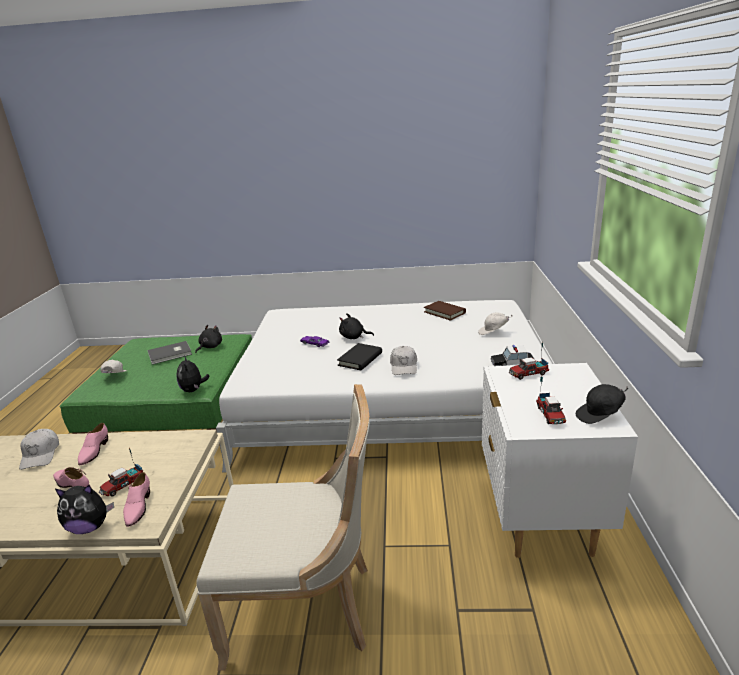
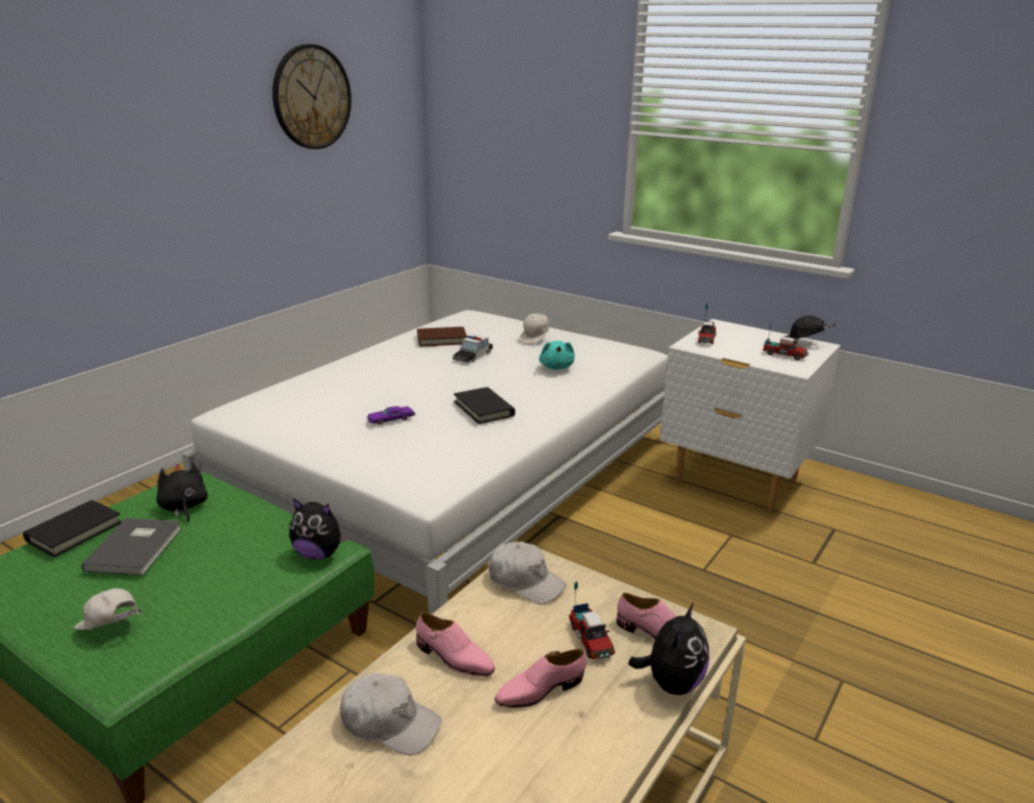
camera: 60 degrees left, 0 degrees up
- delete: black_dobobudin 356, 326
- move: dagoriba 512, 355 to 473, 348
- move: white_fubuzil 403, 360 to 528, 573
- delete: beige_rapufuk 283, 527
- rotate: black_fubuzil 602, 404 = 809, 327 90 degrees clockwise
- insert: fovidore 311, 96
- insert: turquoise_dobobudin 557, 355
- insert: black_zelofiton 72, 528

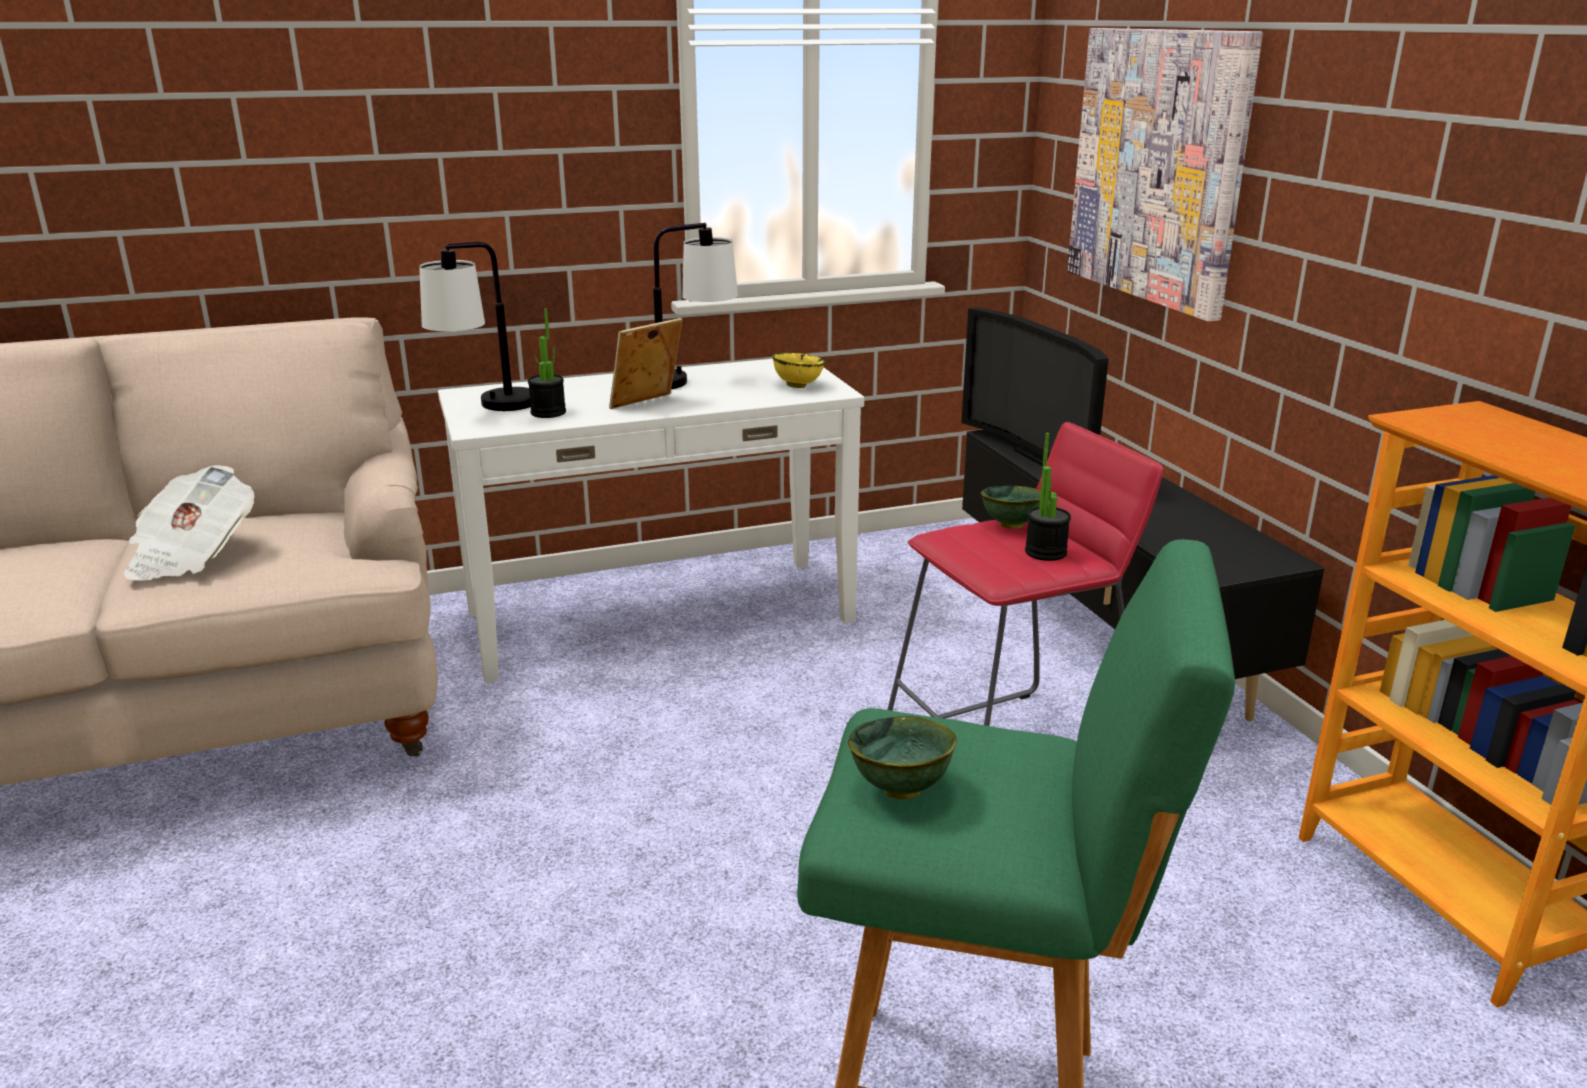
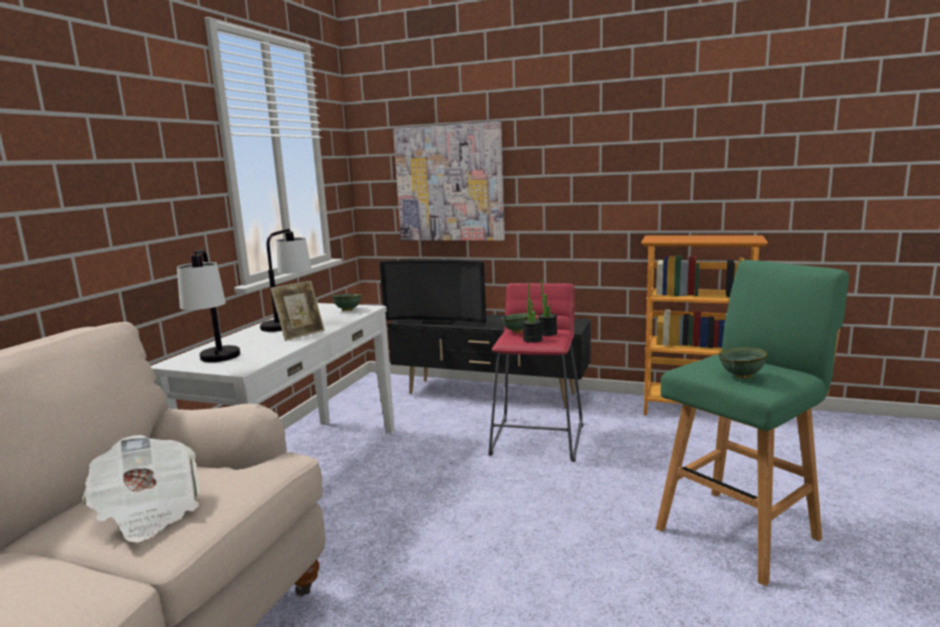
camera: 50 degrees left, 10 degrees down
- move: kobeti 547, 363 to 532, 313
- rotate: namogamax 645, 363 = 297, 311 135 degrees counterclockwise
- recolor: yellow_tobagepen 799, 370 to green_tobagepen 347, 302

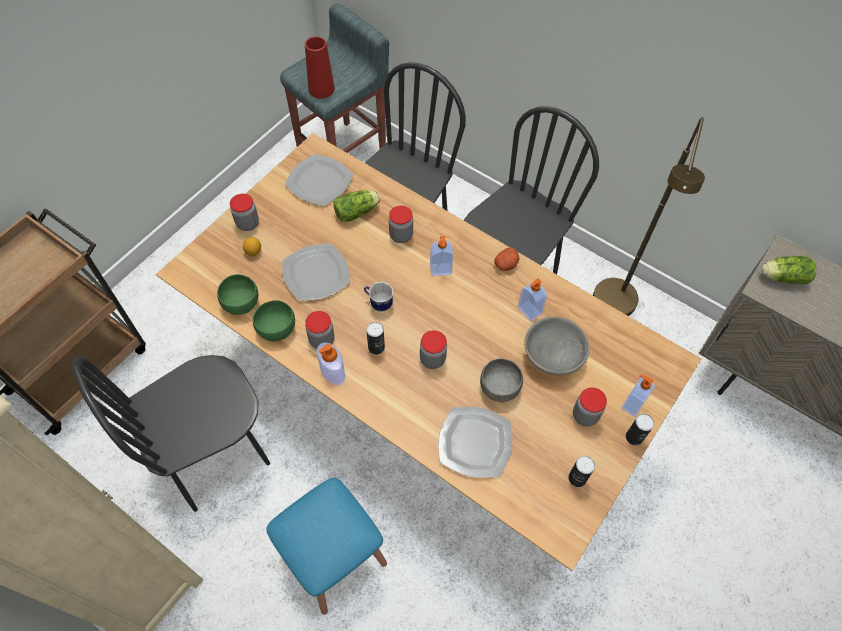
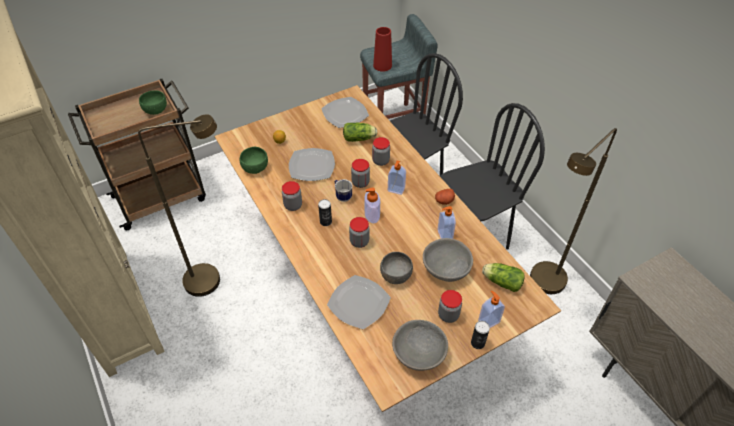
camera: 25 degrees right, 10 degrees down
- move: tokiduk 244, 212 to 360, 173
- move: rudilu 788, 270 to 503, 277
- move: green_tobagepen 274, 320 to 153, 102
- move: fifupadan 331, 363 to 372, 205
- replace: black_rapufuk 171, 433 to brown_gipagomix 179, 205
- replace: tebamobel 581, 471 to grey_tobagepen 420, 345
- delete: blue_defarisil 326, 546

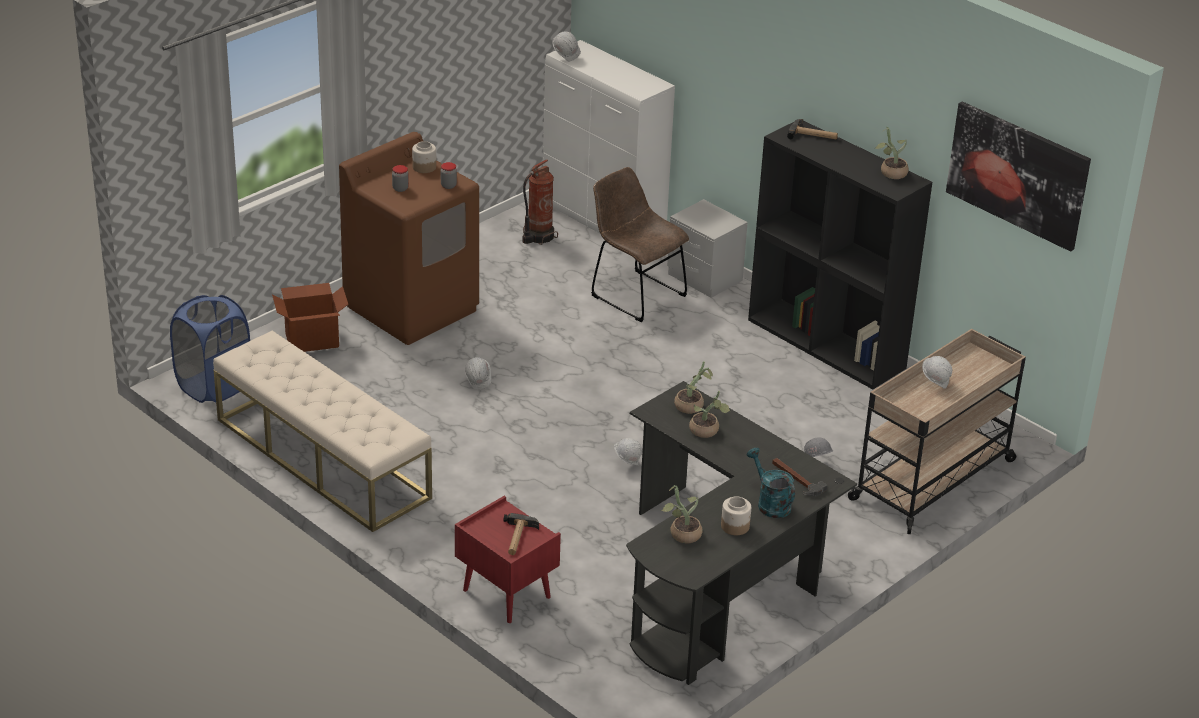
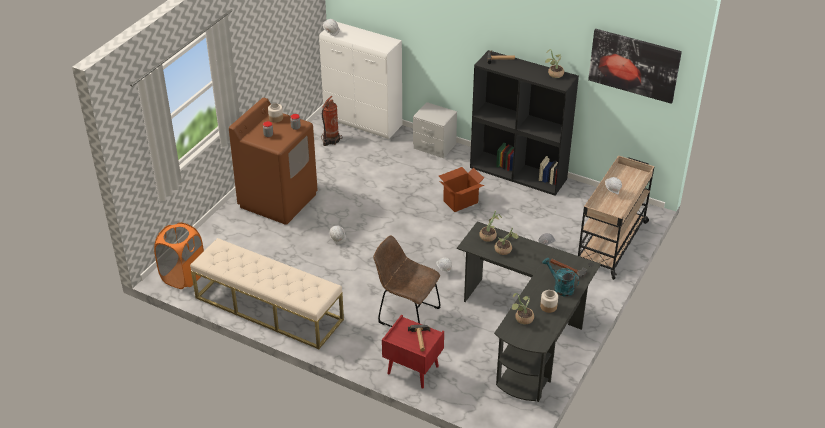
camera: 15 degrees left, 5 degrees up
- move: brown_rapufuk 640, 244 to 407, 281
- move: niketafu 310, 317 to 462, 189
- recolor: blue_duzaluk 210, 349 to orange_duzaluk 179, 255

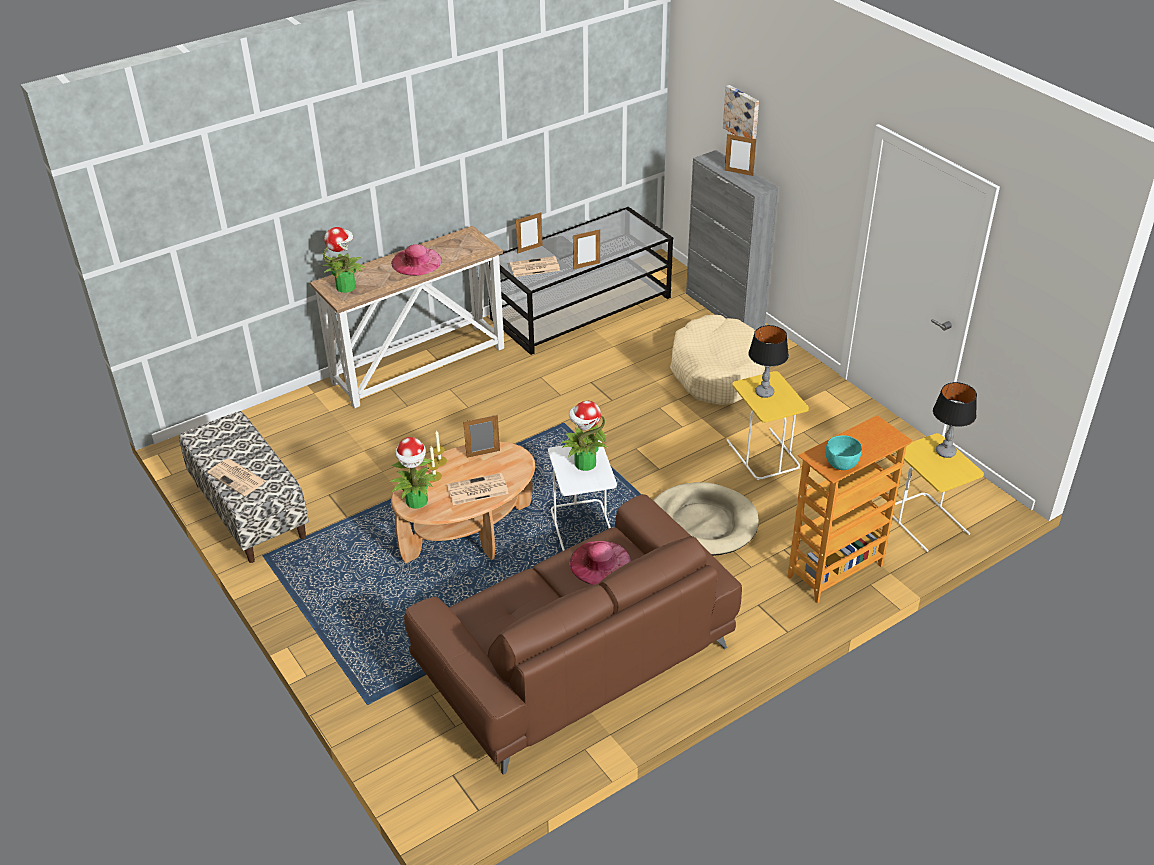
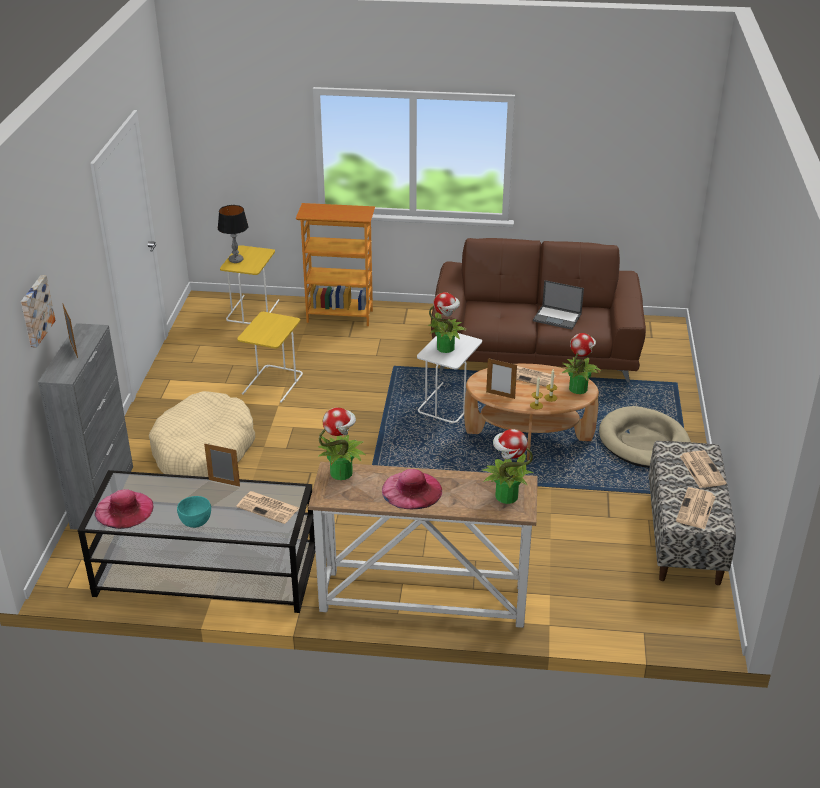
camera: 140 degrees left, 5 degrees down
- delete: namogamax 529, 233
- delete: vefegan 768, 361
- move: turquoise_tobagepen 843, 452 to 194, 512
- move: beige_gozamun 706, 519 to 645, 437
- move: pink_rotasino 600, 563 to 124, 509
- insert: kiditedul 558, 305
- insert: kobeti 341, 443
- insert: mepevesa 696, 508

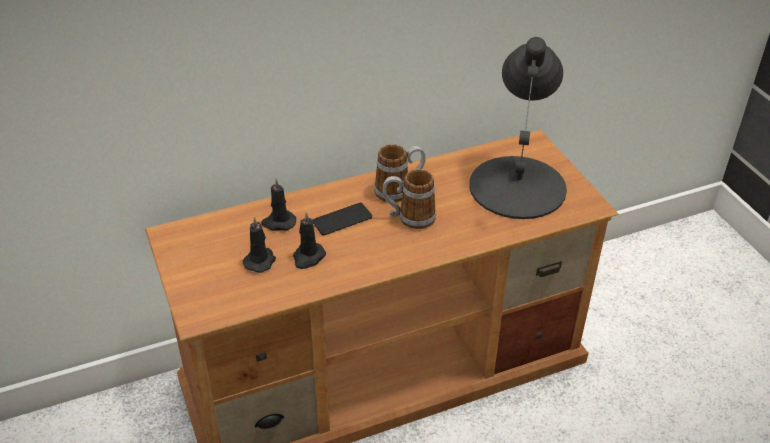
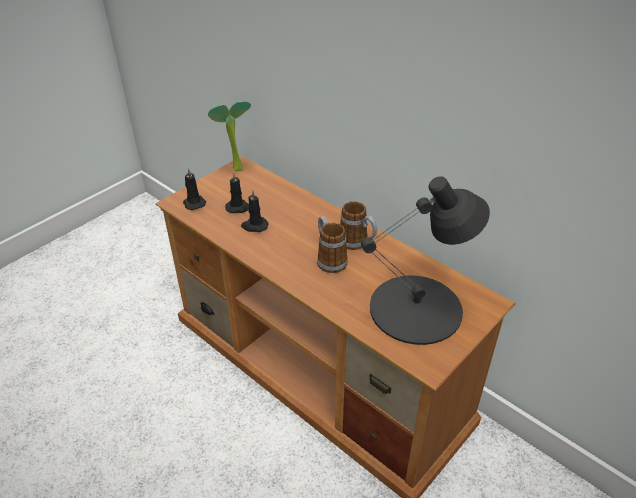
camera: 65 degrees right, 0 degrees up
- move: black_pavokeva 278, 204 to 194, 189
- delete: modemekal 342, 219
- insert: kobeti 229, 136

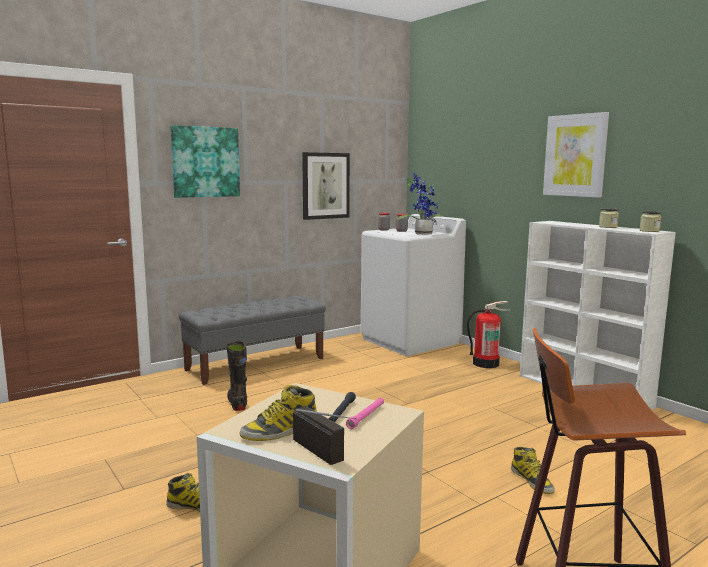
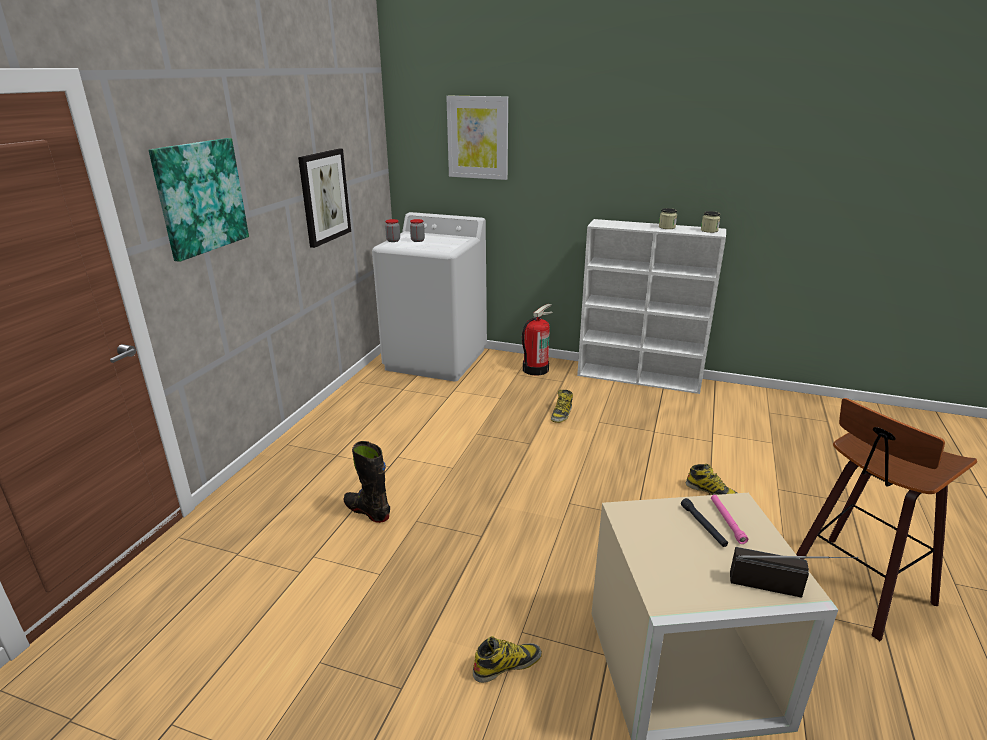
camera: 35 degrees left, 15 degrees up
- move: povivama 576, 155 to 477, 138
- delete: kobeti 423, 204
- delete: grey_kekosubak 252, 340
- move: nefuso 278, 413 to 562, 406

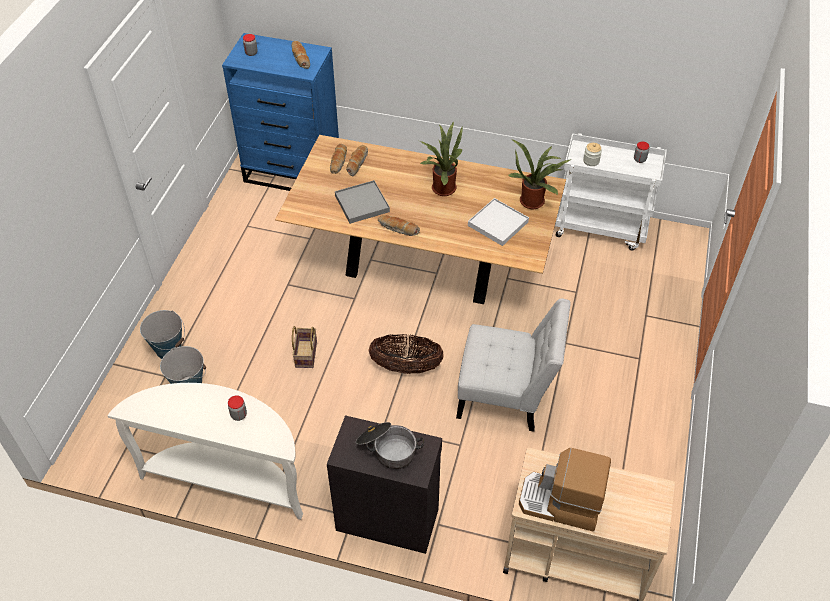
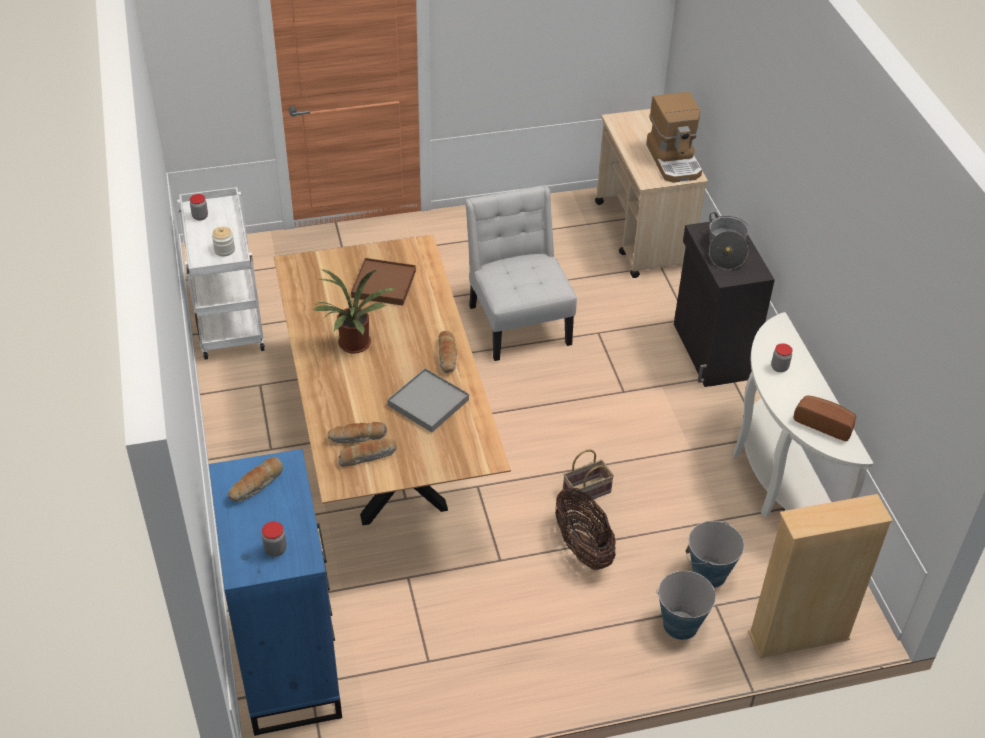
camera: 120 degrees left, 5 degrees down
- delete: kobeti 539, 174
- recolor: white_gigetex 498, 222 to brown_gigetex 383, 282
- move: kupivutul 406, 354 to 585, 529
- insert: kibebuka 825, 418
- insert: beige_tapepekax 820, 576

